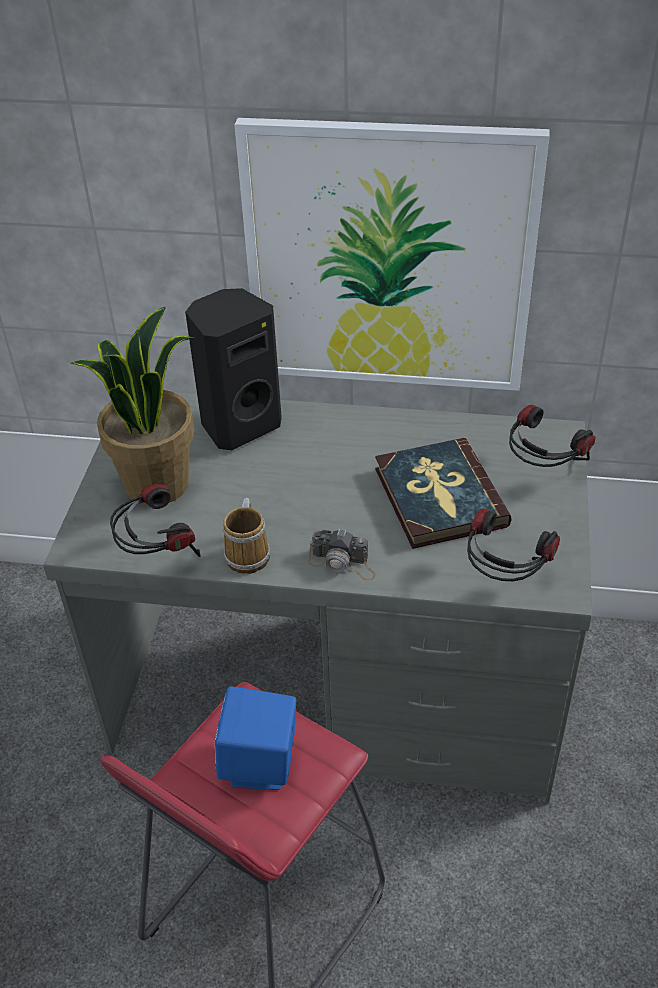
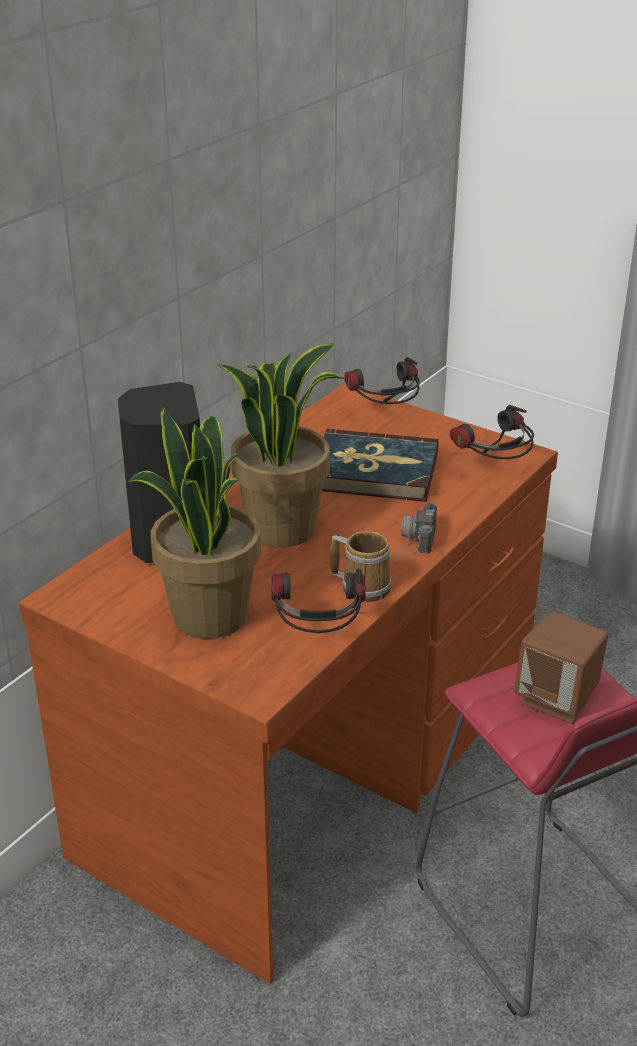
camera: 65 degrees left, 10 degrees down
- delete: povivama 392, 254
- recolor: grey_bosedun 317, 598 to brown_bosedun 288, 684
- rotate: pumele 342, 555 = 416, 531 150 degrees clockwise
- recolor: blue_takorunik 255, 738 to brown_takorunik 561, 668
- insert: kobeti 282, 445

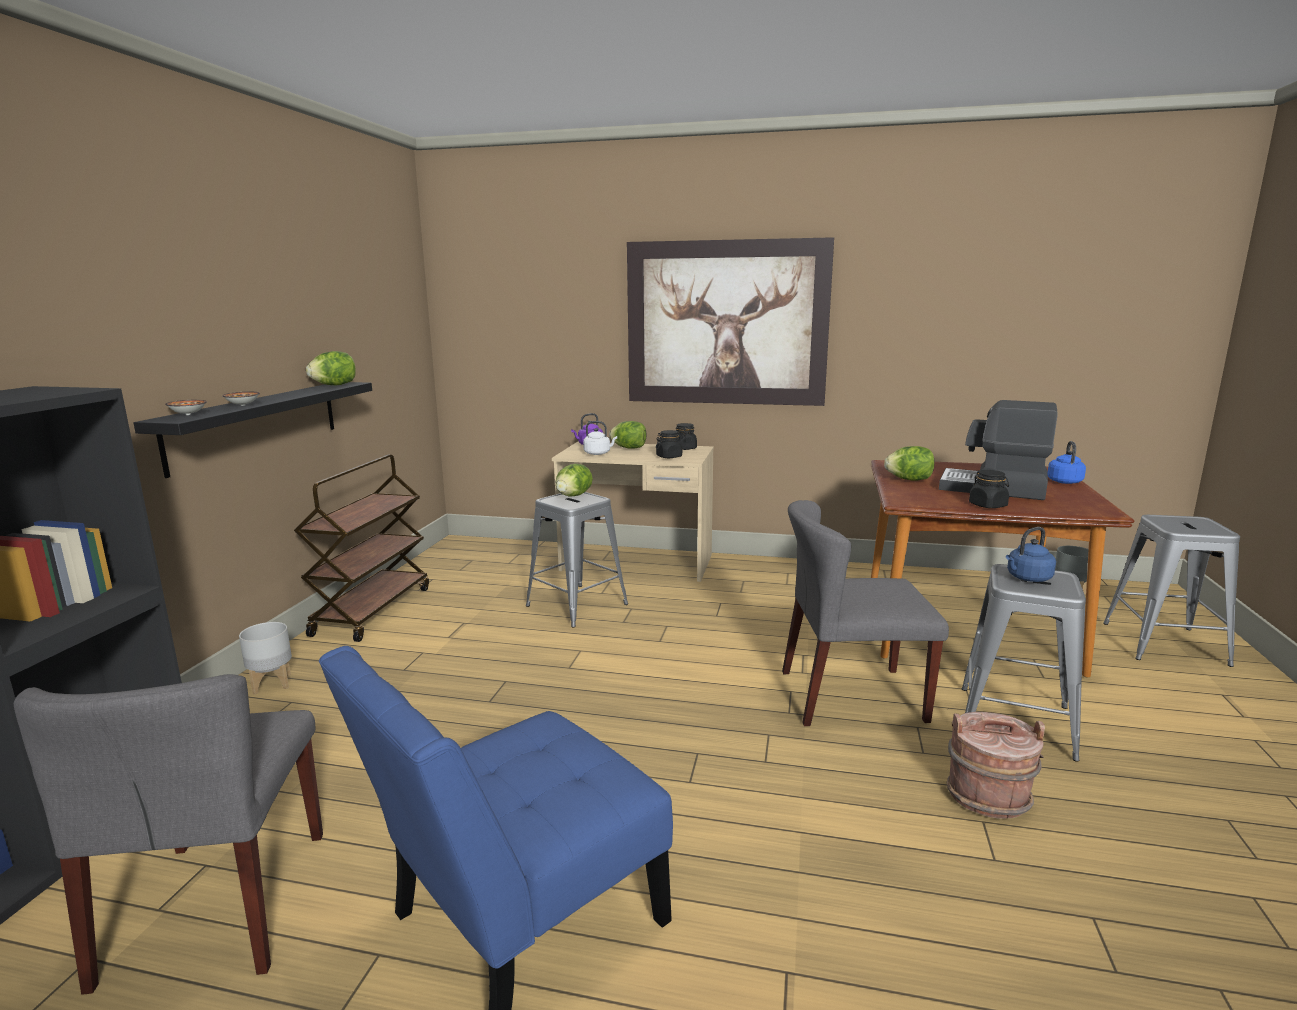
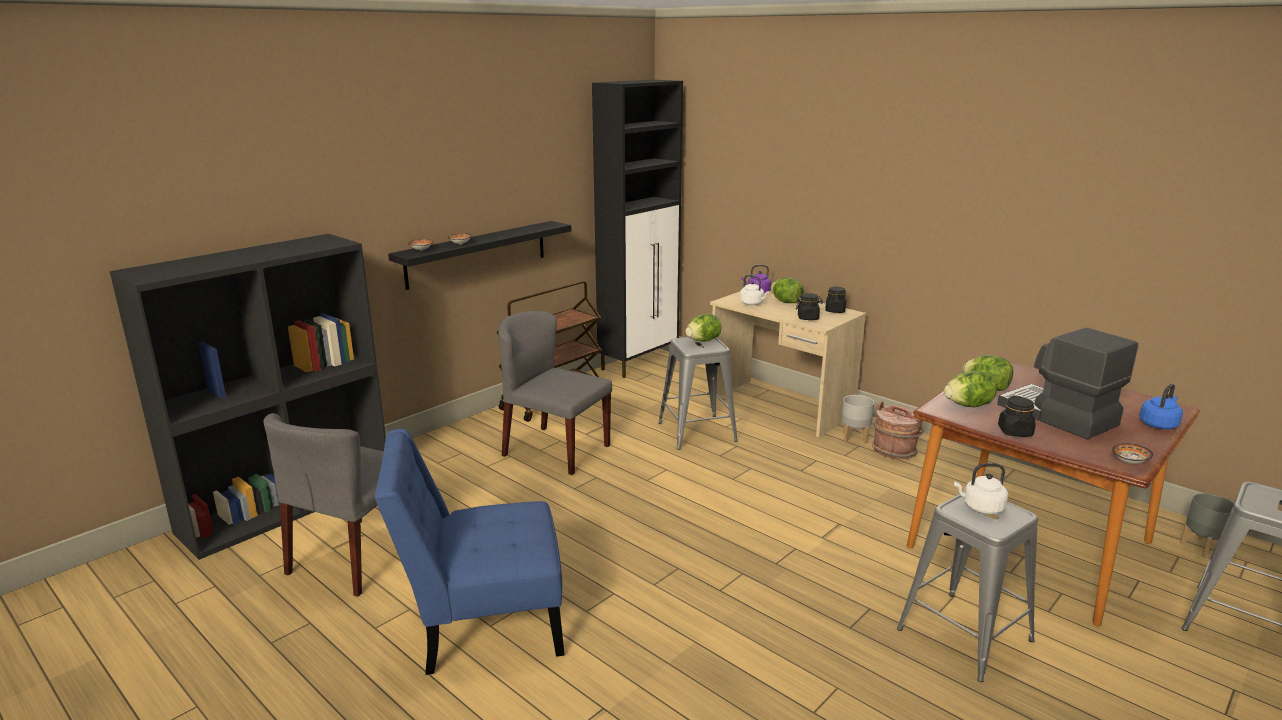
camera: 30 degrees right, 5 degrees up
- delete: povivama 730, 321
- move: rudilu 331, 368 to 970, 389
- move: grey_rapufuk 865, 613 to 555, 393
- recolor: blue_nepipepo 1031, 554 to white_nepipepo 981, 488
- move: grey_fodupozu 265, 658 to 857, 419
- move: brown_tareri 996, 765 to 898, 430
- insert: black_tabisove 637, 229
- insert: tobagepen 1132, 453

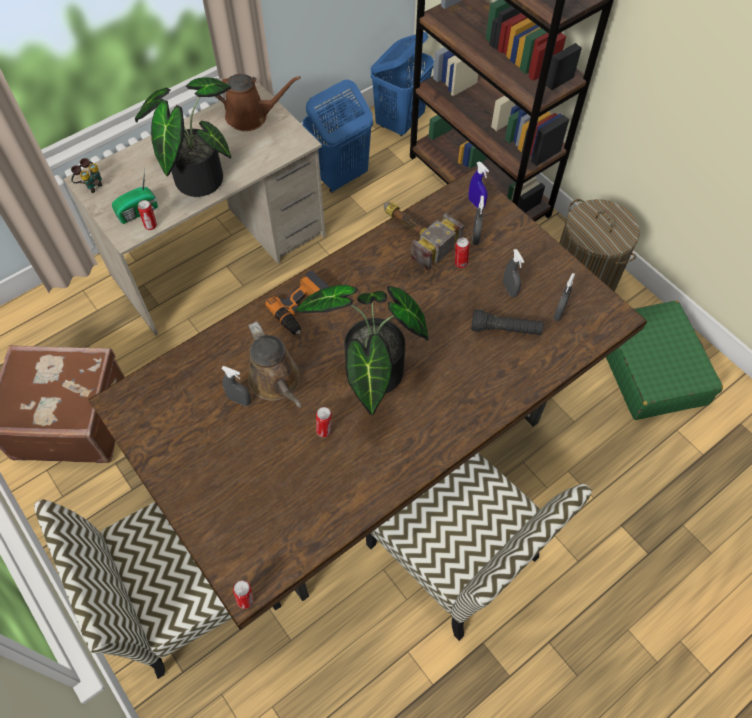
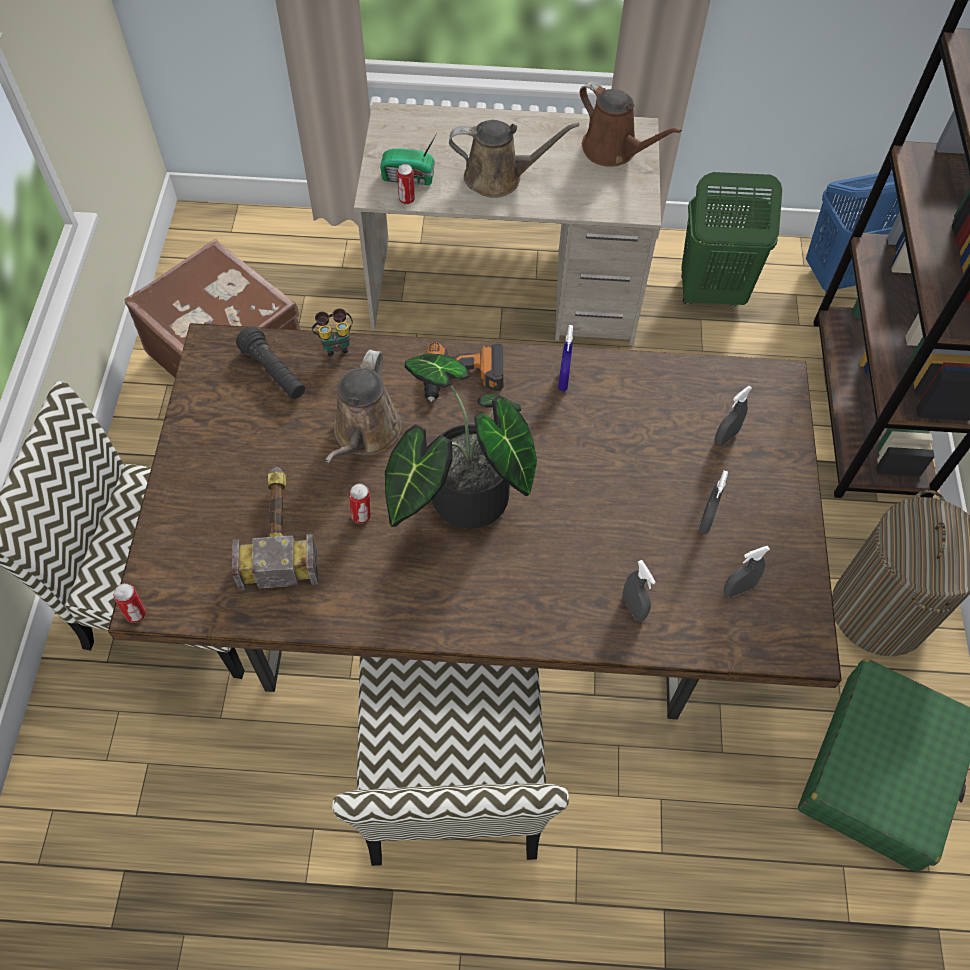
camera: 40 degrees right, 0 degrees up
- replace: kobeti 183, 137 to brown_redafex 514, 159
- recolor: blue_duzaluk 338, 136 to green_duzaluk 731, 239
- move: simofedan 86, 175 to 332, 332
- move: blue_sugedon 478, 185 to 565, 358
- move: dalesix 424, 236 to 275, 528
- delete: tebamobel 462, 253
- move: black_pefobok 507, 322 to 270, 362
- move: grey_sugedon 236, 386 to 639, 591

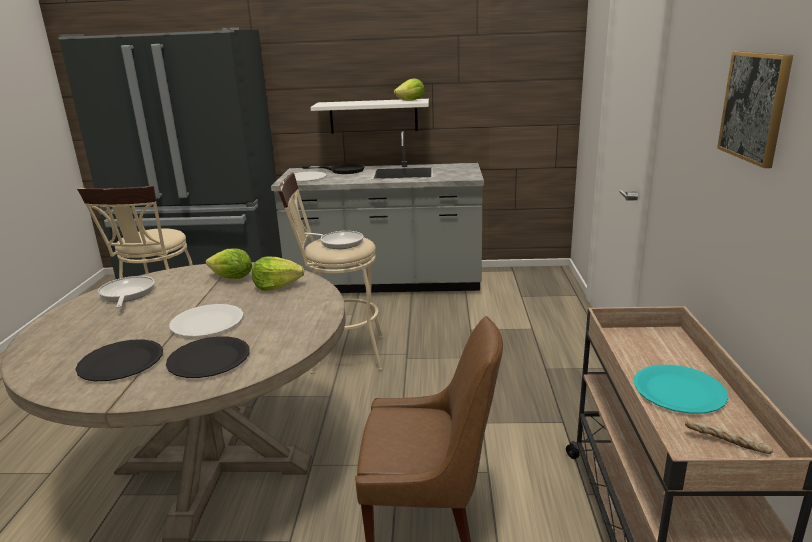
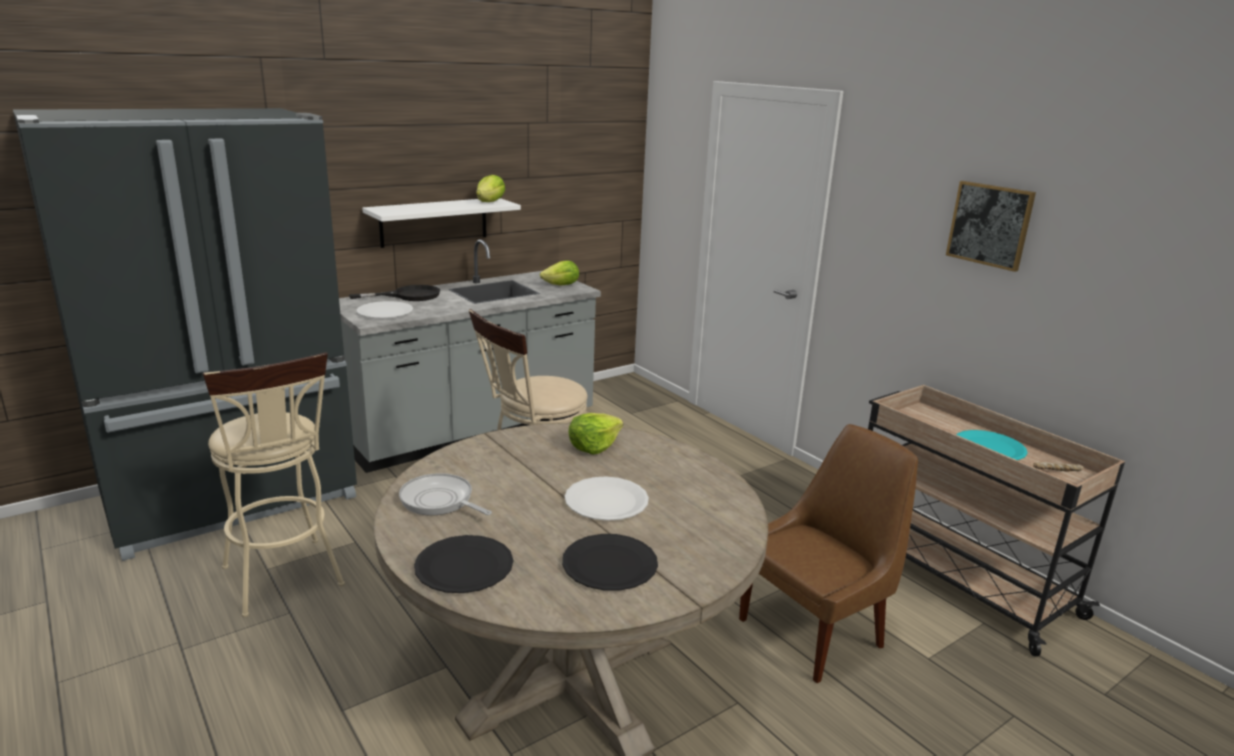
camera: 40 degrees left, 0 degrees up
- delete: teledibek 333, 240
- move: rudilu 229, 264 to 559, 272
- move: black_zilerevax 208, 357 to 463, 564

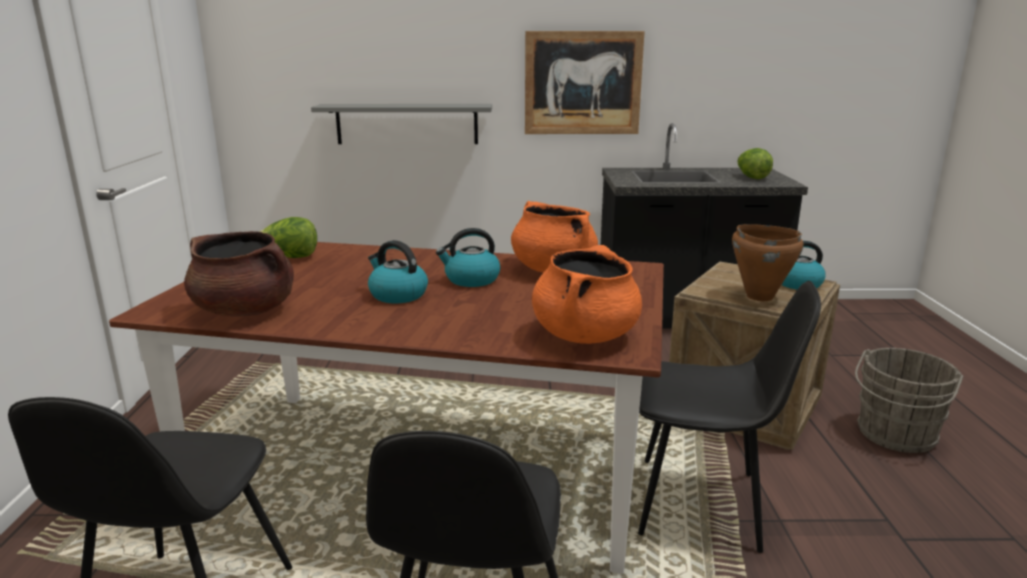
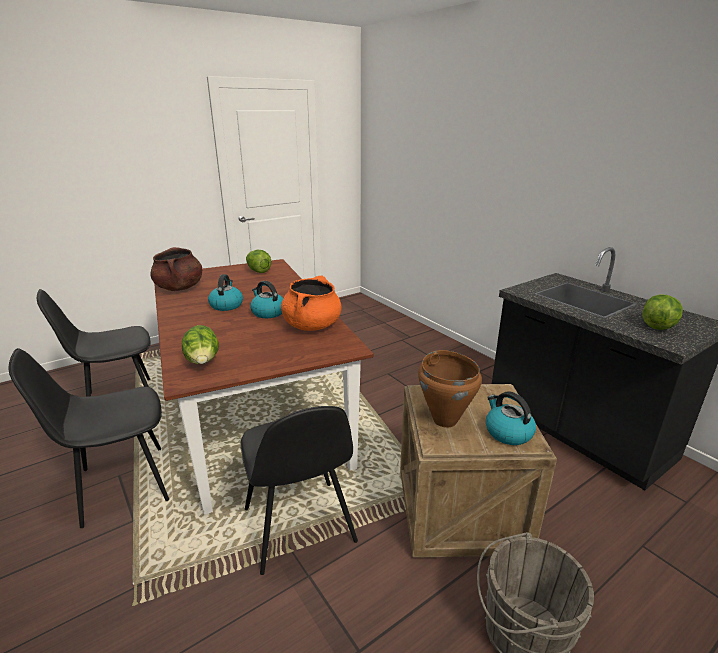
camera: 55 degrees right, 5 degrees up
- delete: povivama 585, 82
- delete: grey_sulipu 401, 124
- replace: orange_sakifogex 587, 294 to rudilu 200, 344

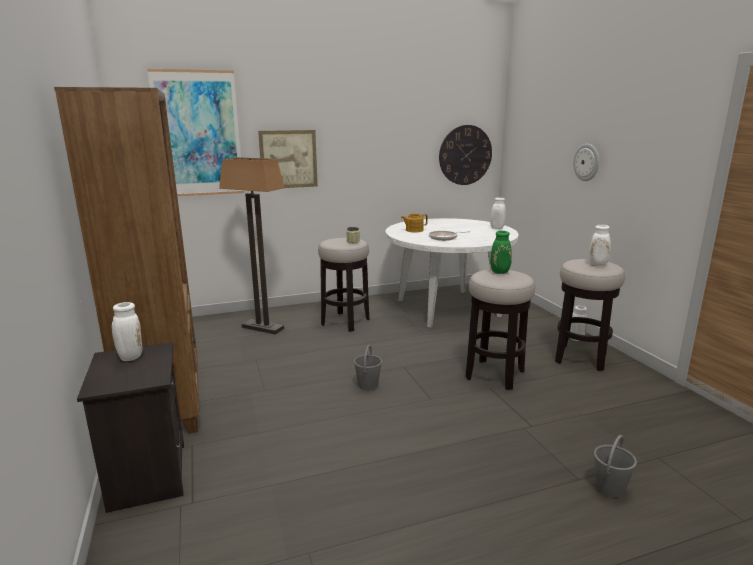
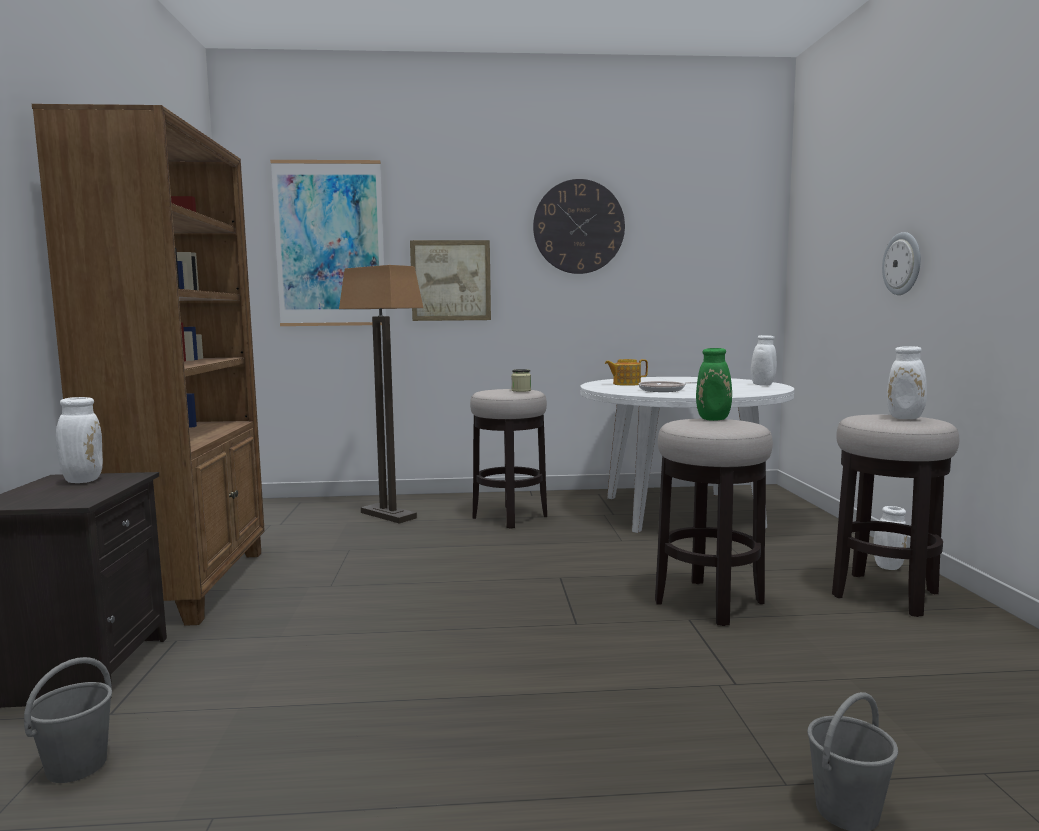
camera: 15 degrees right, 10 degrees down
- move: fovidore 465, 155 to 579, 226
- move: grey_tareri 368, 367 to 68, 720

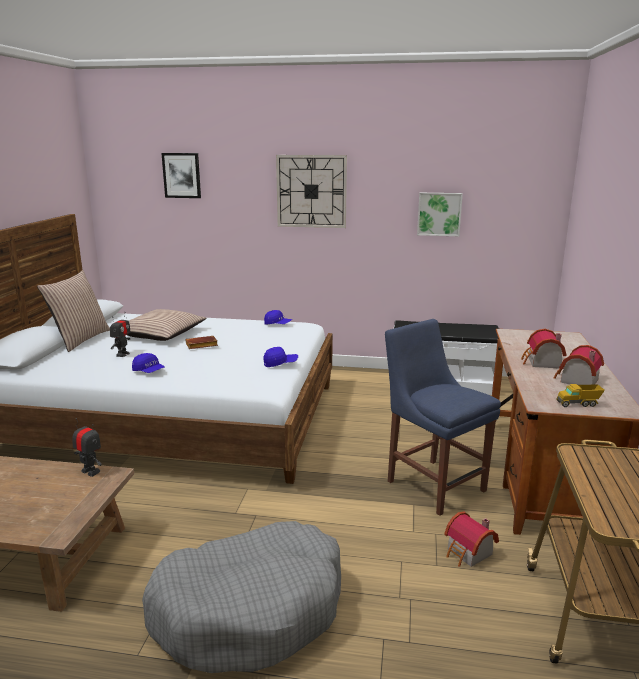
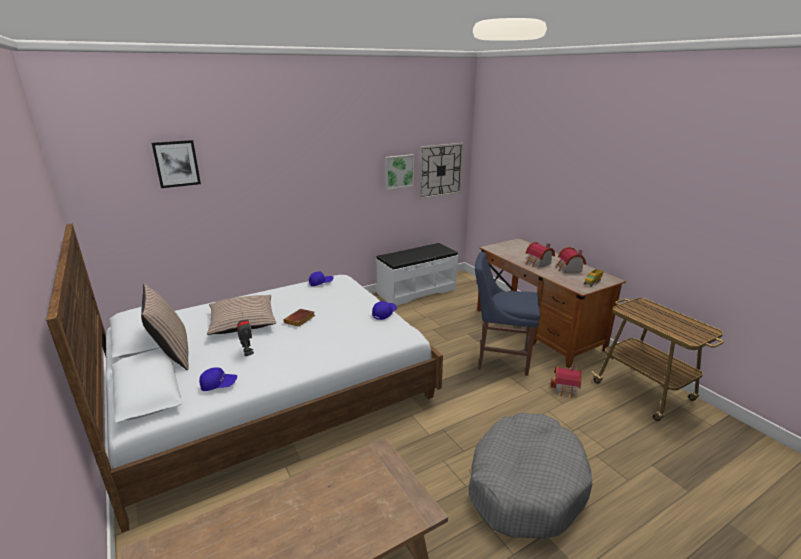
camera: 40 degrees left, 5 degrees up
- move: fovidore 311, 191 to 441, 171
- move: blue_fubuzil 148, 363 to 218, 379
- delete: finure 87, 447

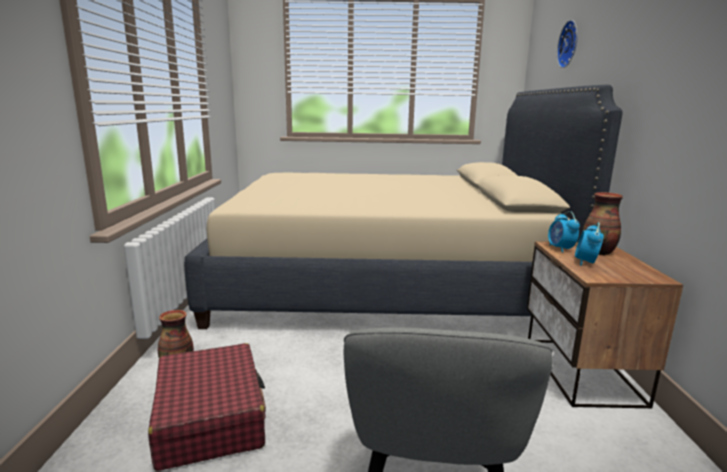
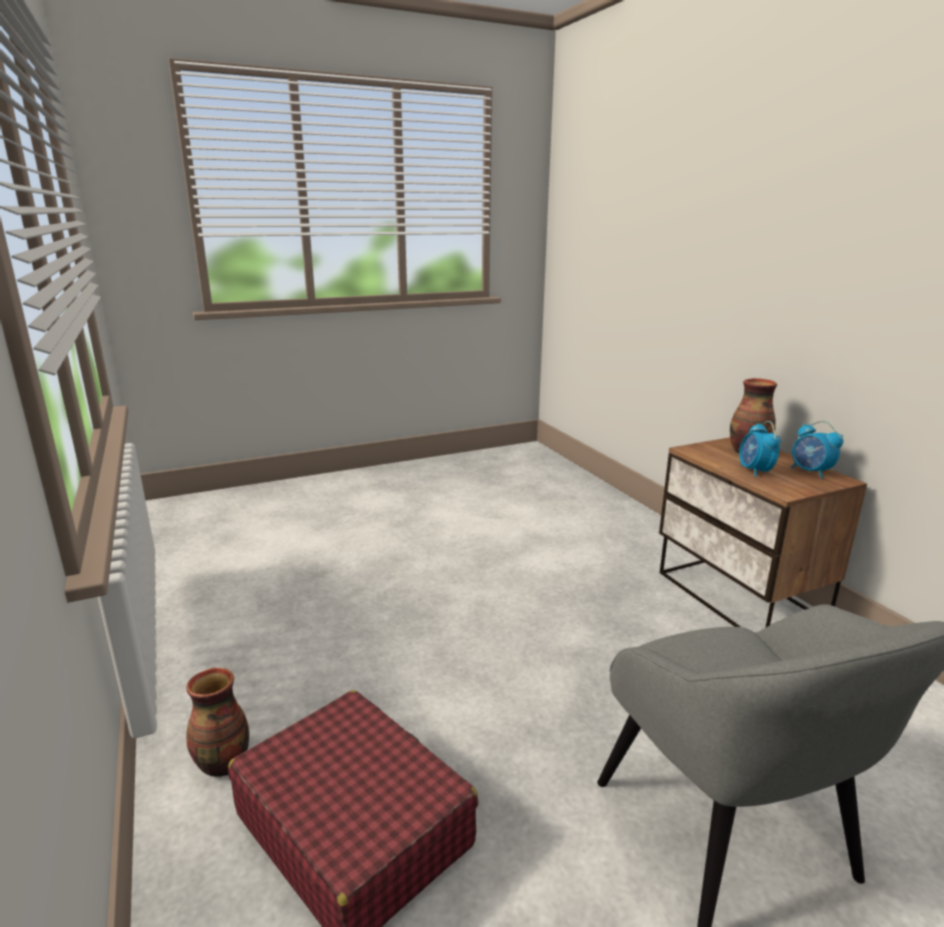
camera: 25 degrees left, 5 degrees up
- delete: fovidore 567, 44
- delete: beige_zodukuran 403, 206
- move: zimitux 564, 232 to 817, 450

